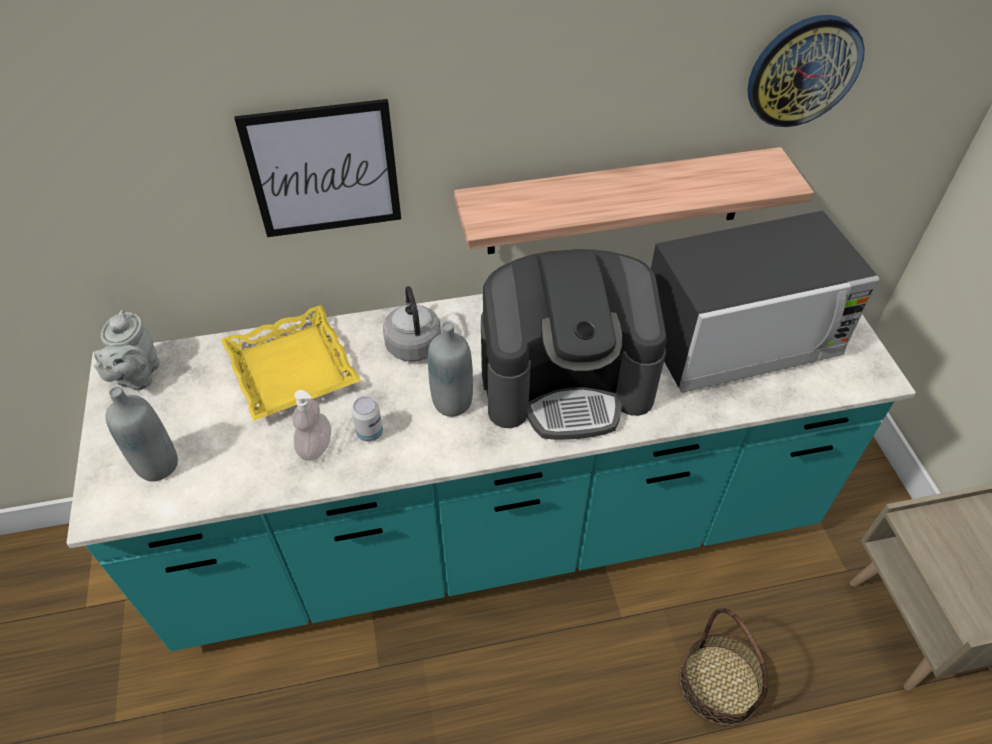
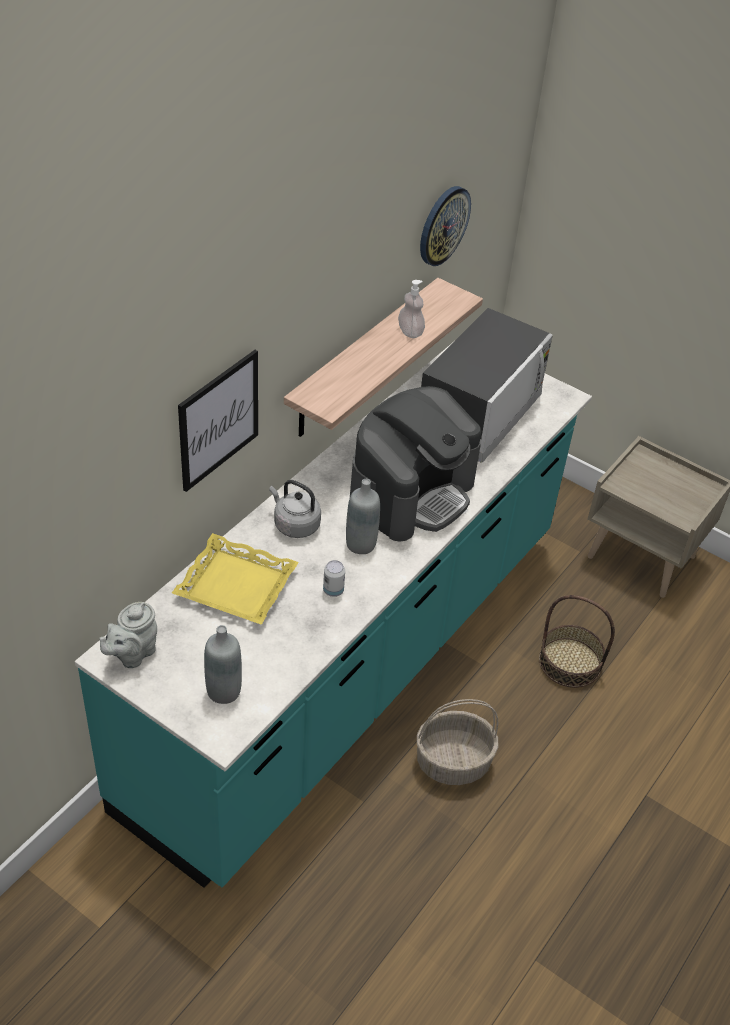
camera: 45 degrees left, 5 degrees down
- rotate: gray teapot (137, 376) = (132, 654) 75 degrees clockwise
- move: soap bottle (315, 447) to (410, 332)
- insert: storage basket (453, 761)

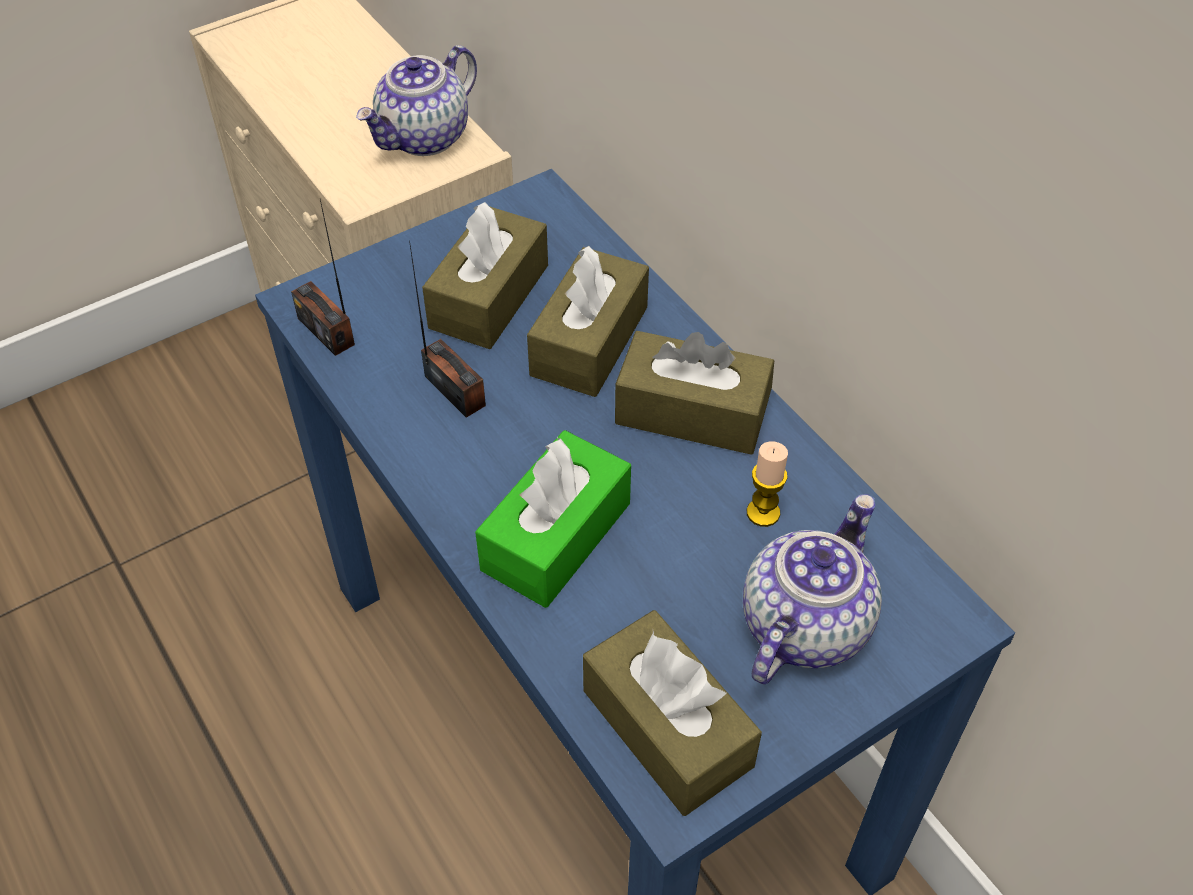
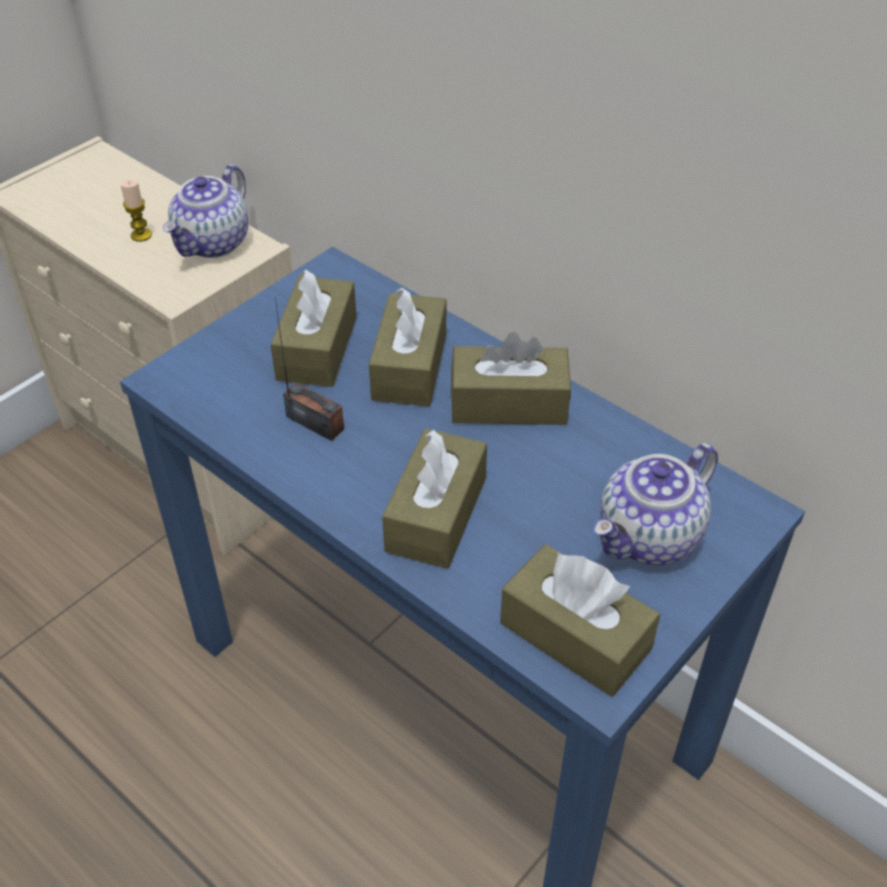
camera: 15 degrees left, 5 degrees down
- delete: radio set (326, 331)
- recolor: greenish box of tissues (556, 536) to brownish box of tissues (436, 514)
- move: wax candle (763, 513) to (141, 235)
- rotate: teapot (803, 624) = (650, 538) 150 degrees counterclockwise

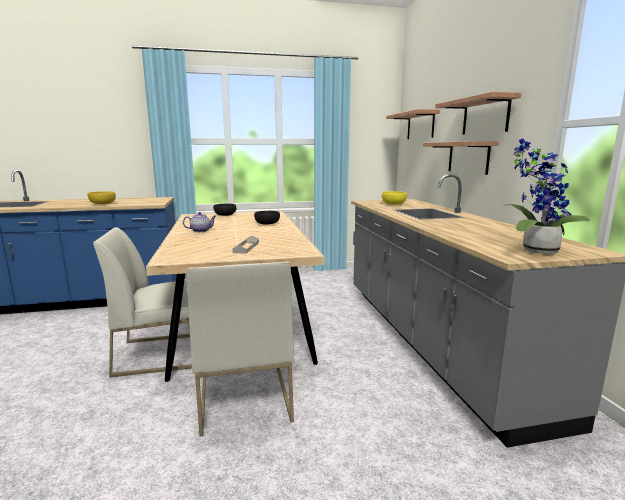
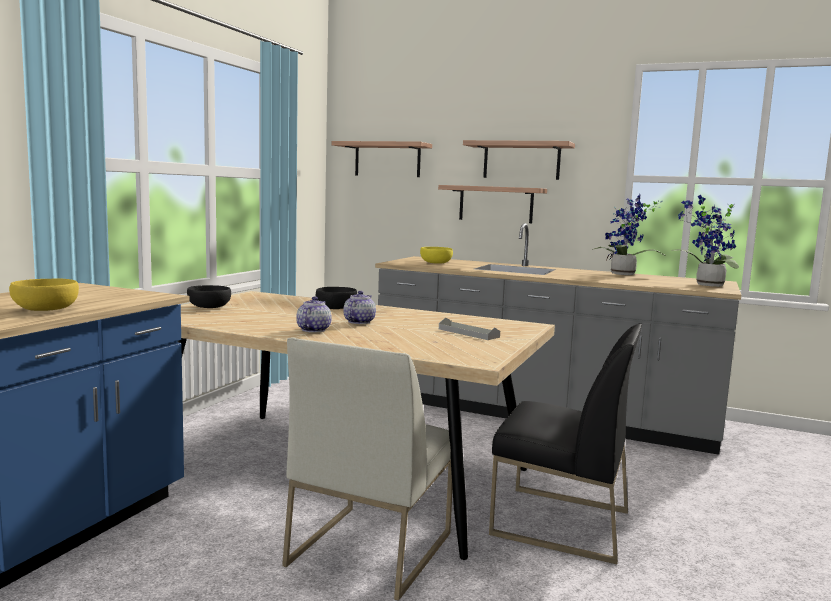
camera: 55 degrees left, 5 degrees down
- recolor: whitish plain chair (243, 398) to black-coloured plain chair (559, 523)
- insert: houseplant (623, 274)
- insert: teapot (359, 322)

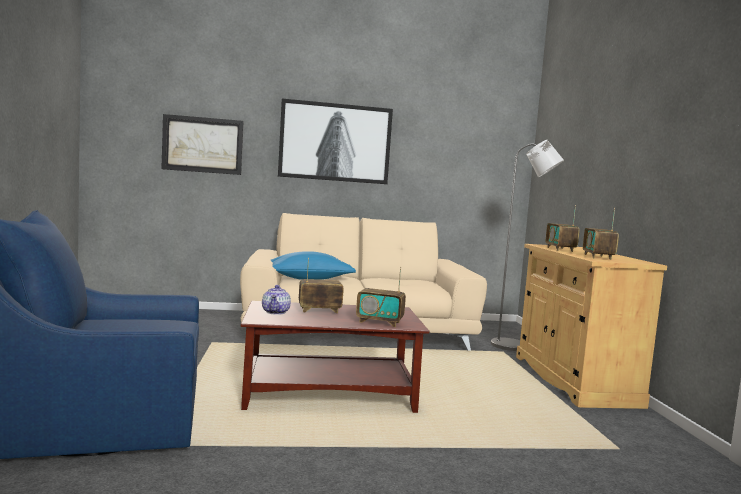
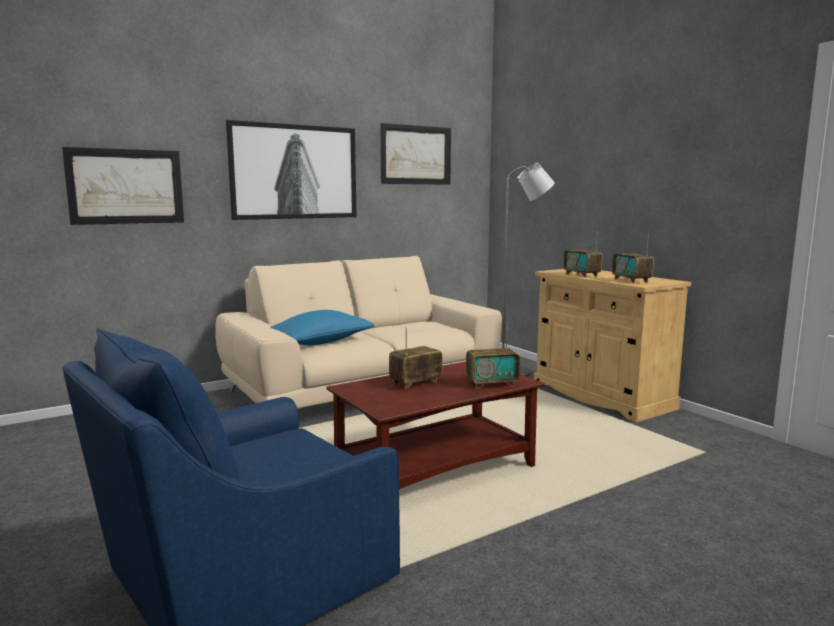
camera: 25 degrees left, 5 degrees up
- delete: teapot (276, 312)
- insert: picture (415, 155)

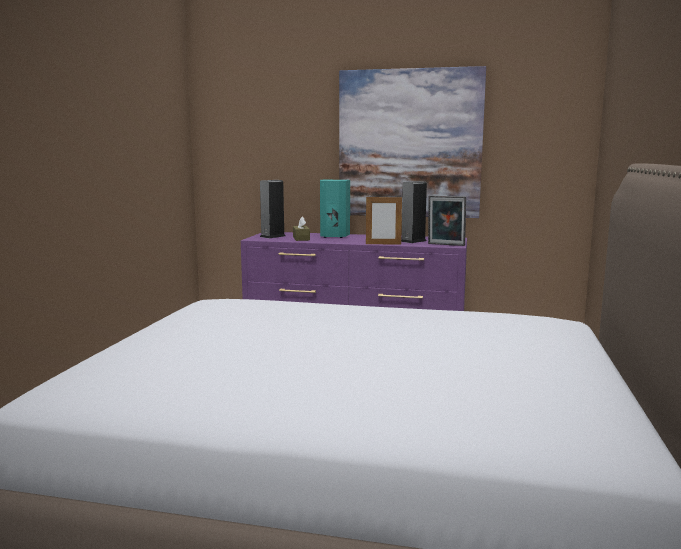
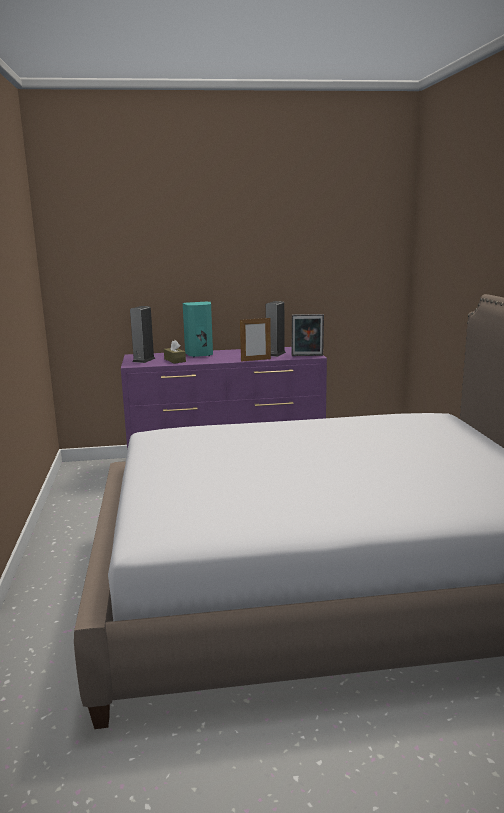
camera: 20 degrees left, 5 degrees up
- delete: picture (409, 144)

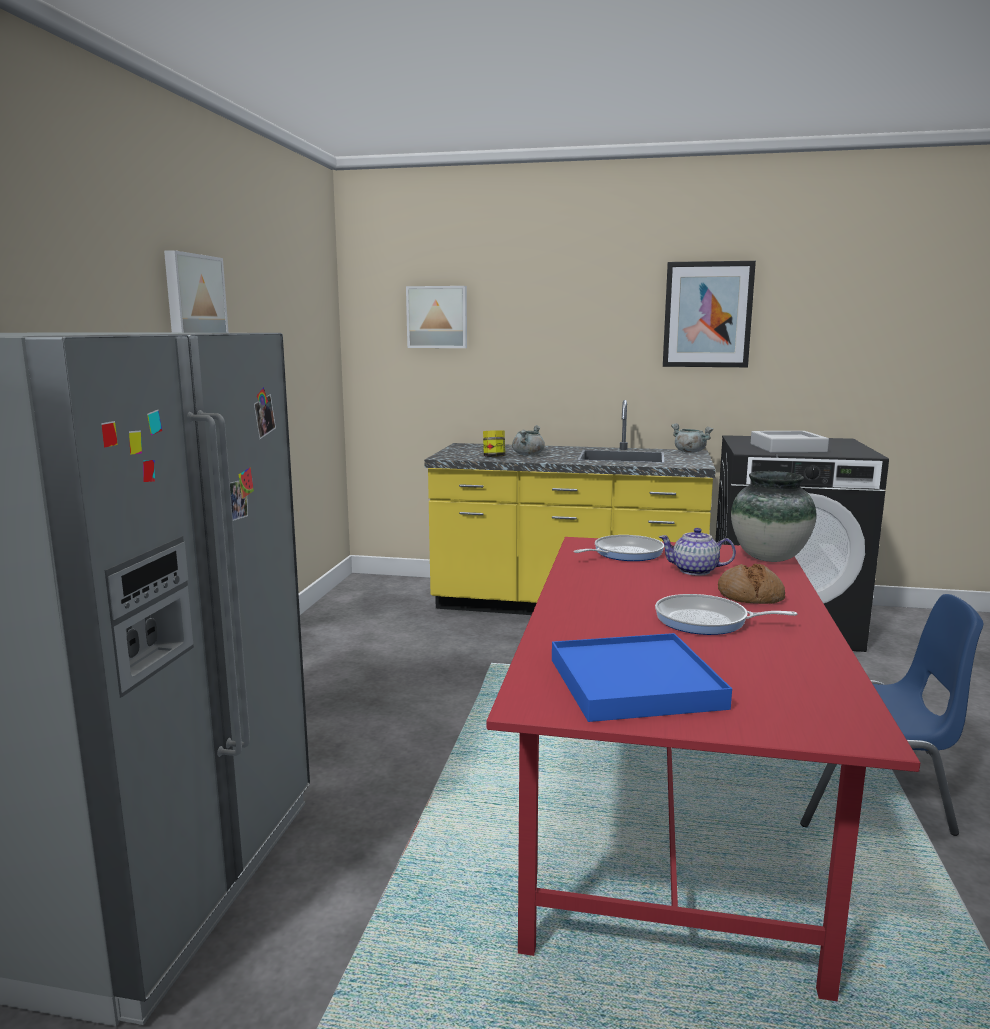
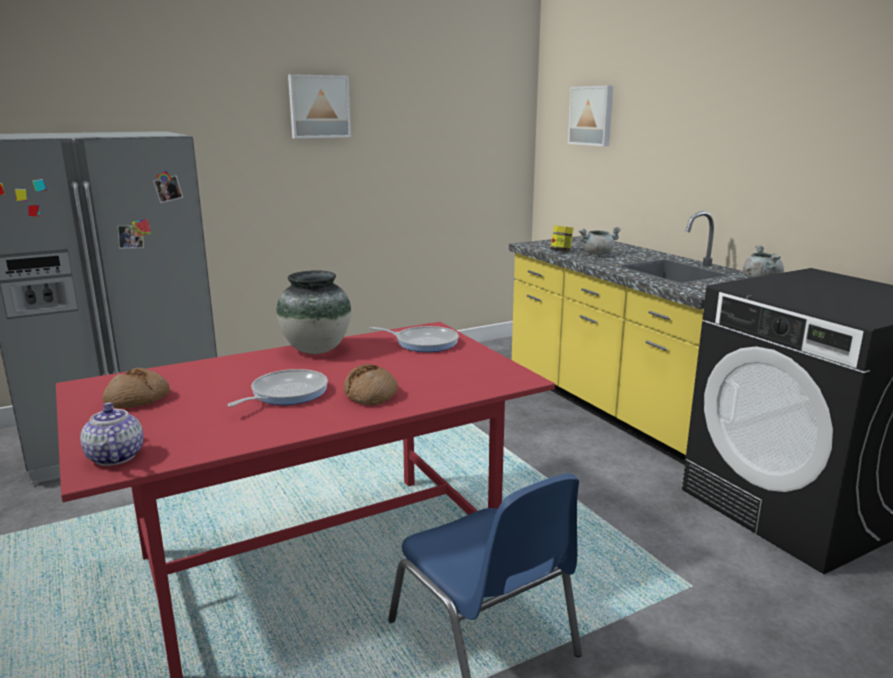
camera: 50 degrees right, 5 degrees up
- delete: picture (707, 315)
- delete: gray tray (787, 448)
- move: vase (768, 558) to (316, 349)
- move: teapot (695, 571) to (114, 457)
- rotate: pan (706, 621) = (286, 394) 60 degrees clockwise
- replace: blue tray (635, 683) to baked bread (137, 399)

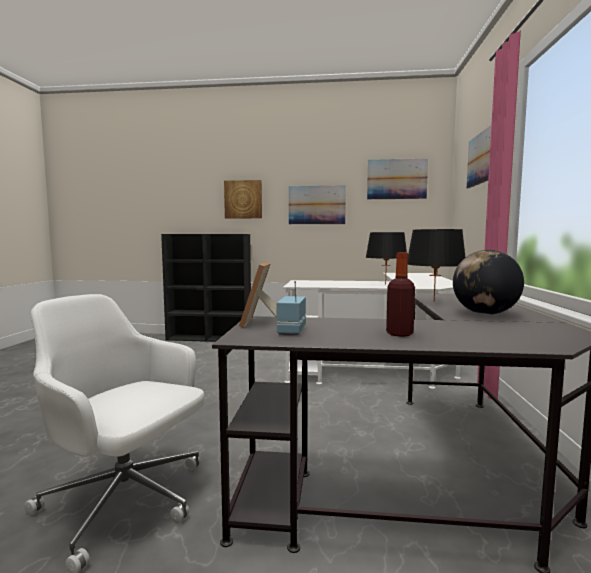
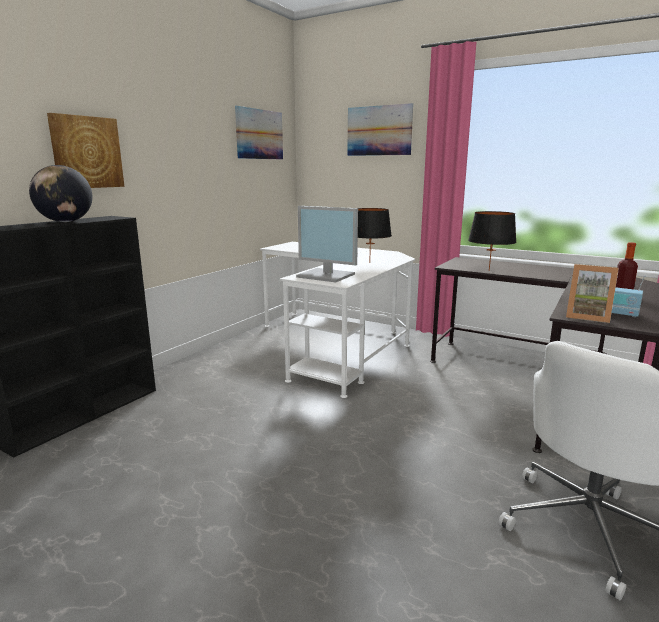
camera: 65 degrees left, 10 degrees up
- delete: picture (317, 205)
- move: world globe (485, 314) to (66, 222)
- insert: computer screen (327, 275)

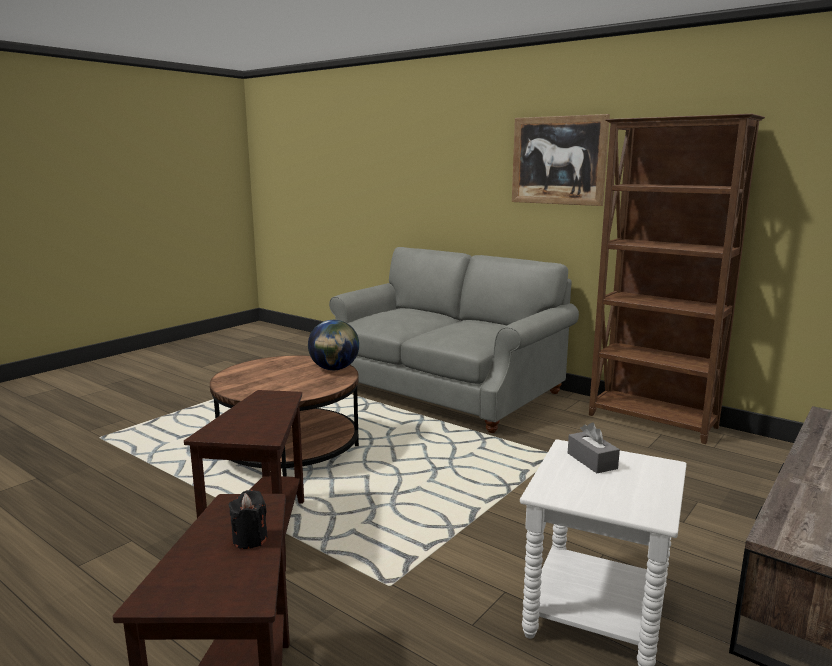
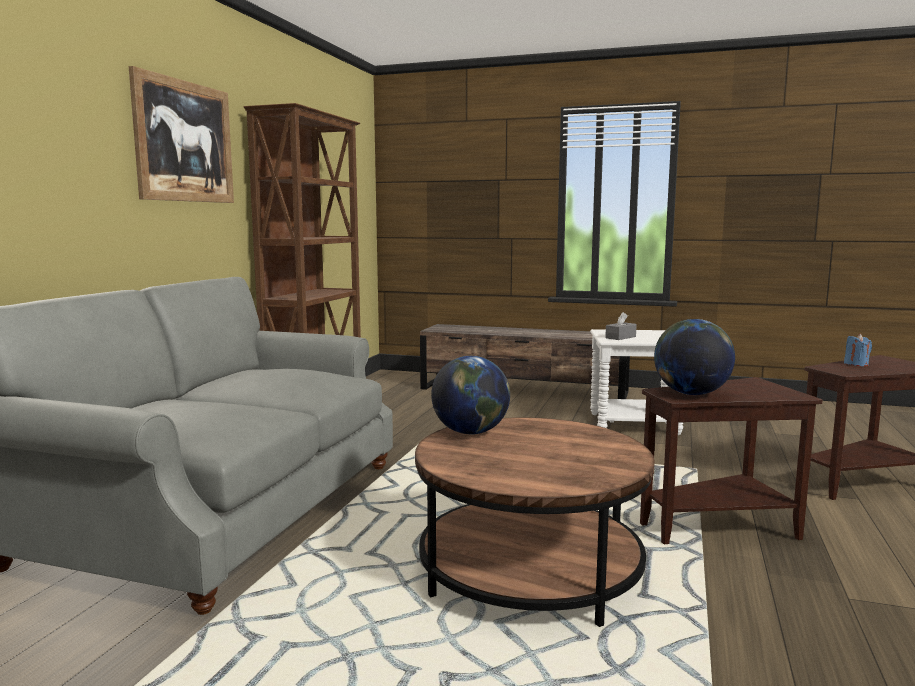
camera: 110 degrees left, 5 degrees down
- recolor: black-coloured wax candle (250, 539) to blue wax candle (856, 364)
- insert: world globe (691, 393)

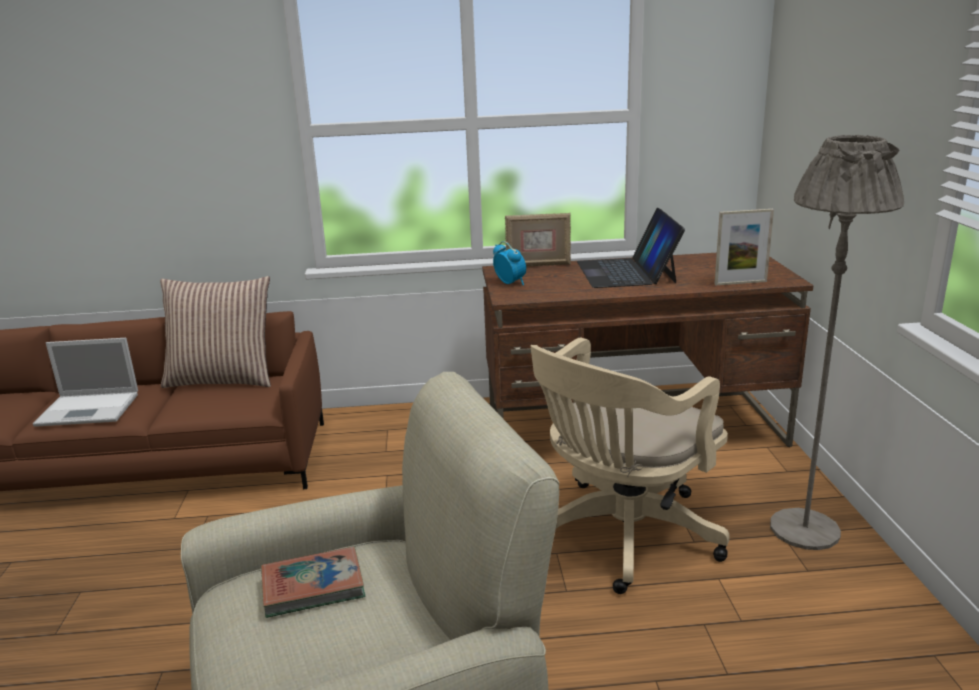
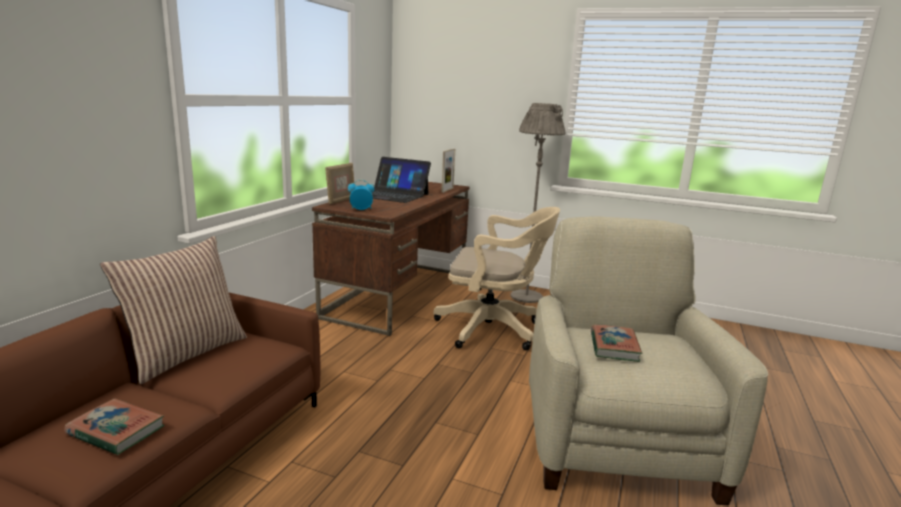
camera: 65 degrees left, 5 degrees down
- replace: laptop (90, 409) to bound book (116, 431)
- rotate: beige office chair (621, 537) = (494, 329) 60 degrees counterclockwise

